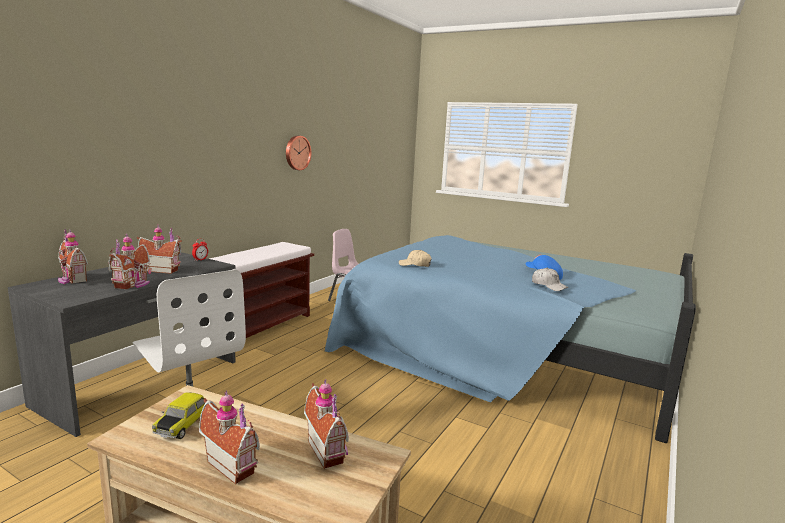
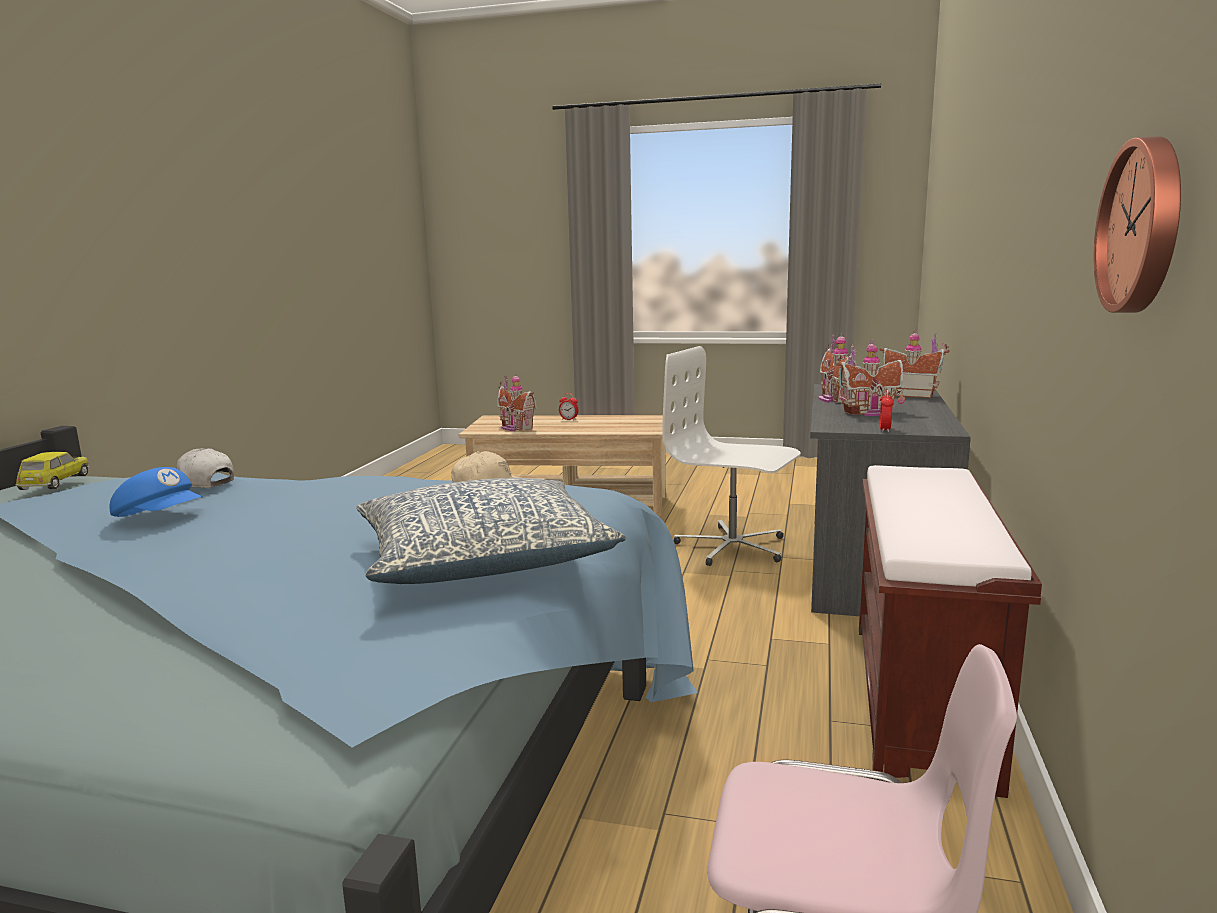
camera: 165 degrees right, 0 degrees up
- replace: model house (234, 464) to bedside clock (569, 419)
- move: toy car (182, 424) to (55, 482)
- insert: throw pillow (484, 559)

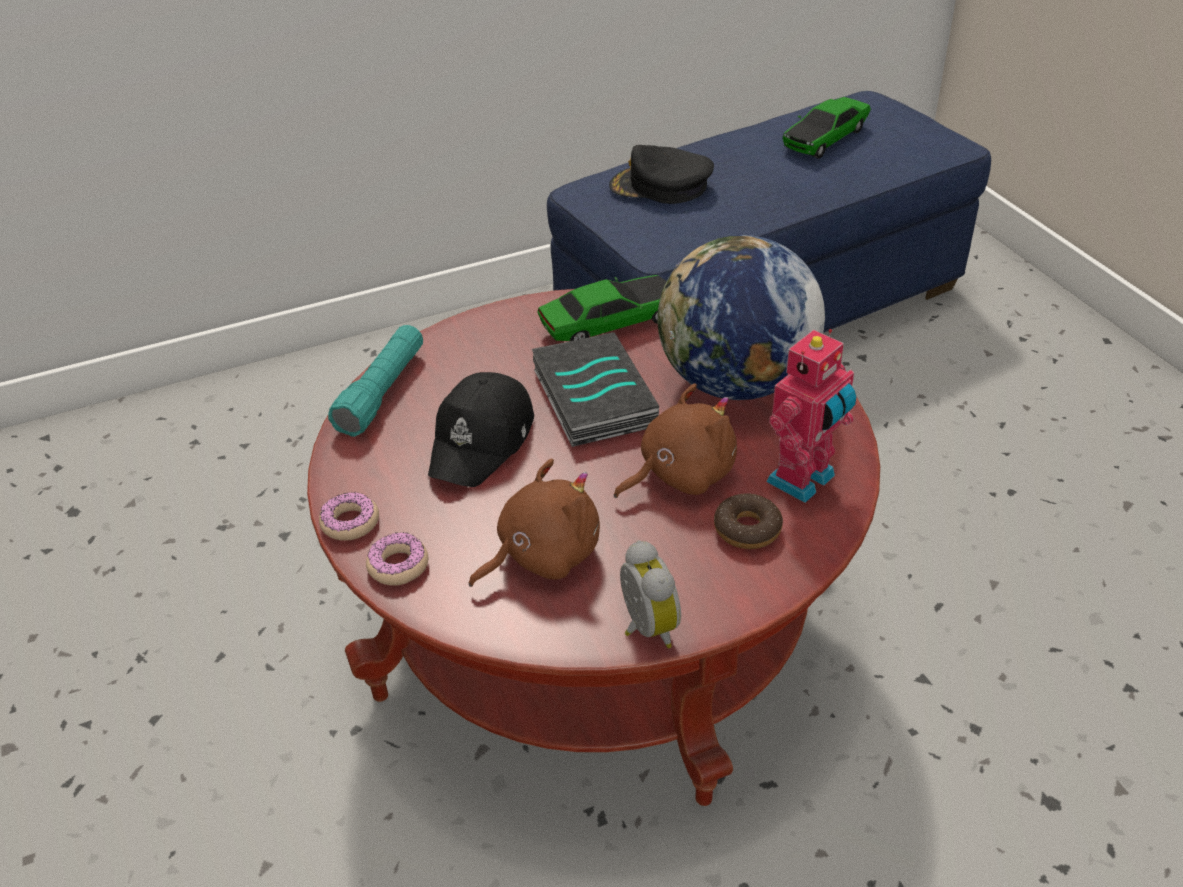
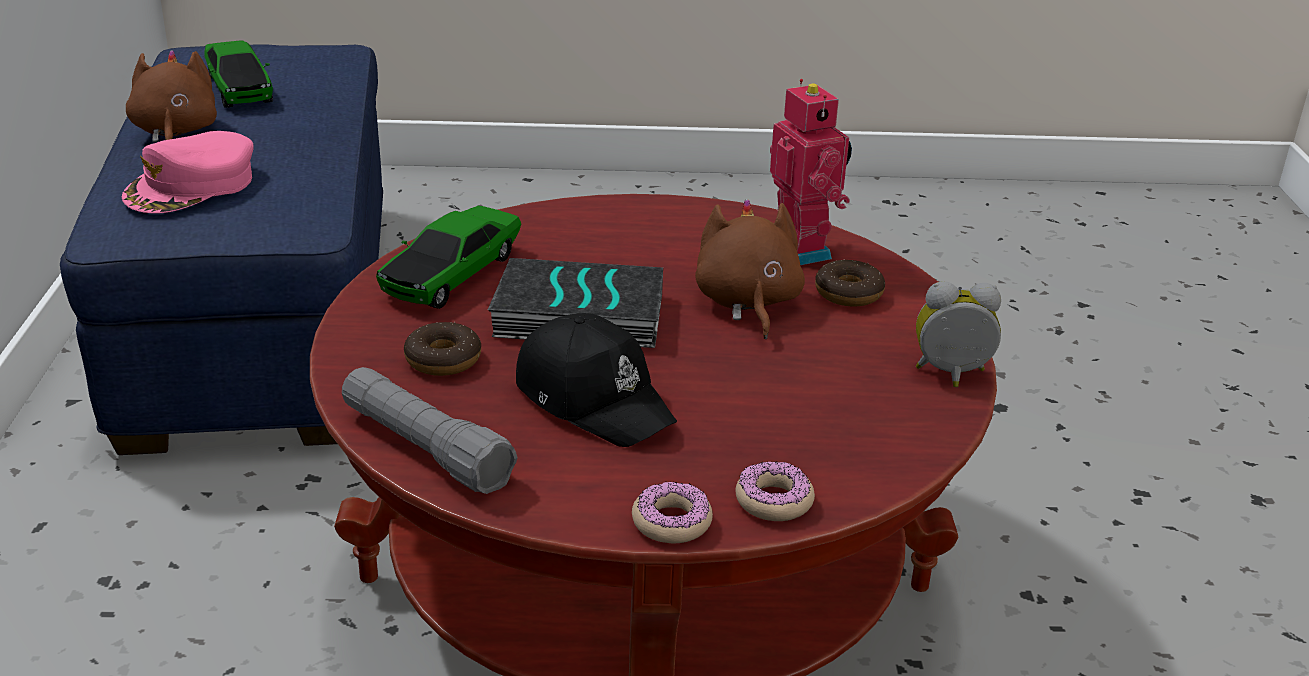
camera: 70 degrees left, 10 degrees down
- recolor: black-coloured cap (660, 186) to pinkish cap (192, 186)
- delete: world globe (735, 383)
- rotate: toy car (608, 323) = (452, 274) 150 degrees counterclockwise
- recolor: turquoise torch (382, 392) to gray torch (425, 449)
- move: brownish plush toy (542, 555) to (174, 132)
- insert: ring doughnut (443, 359)

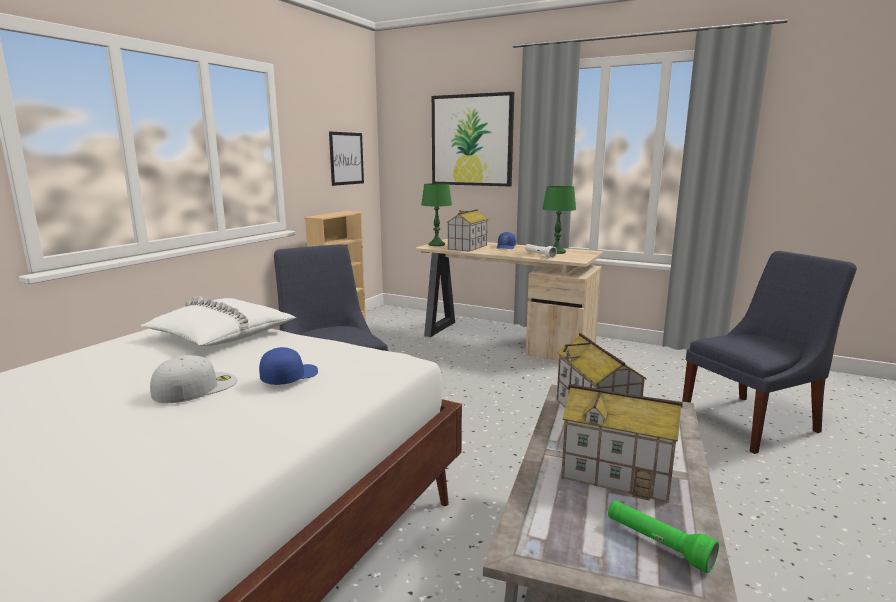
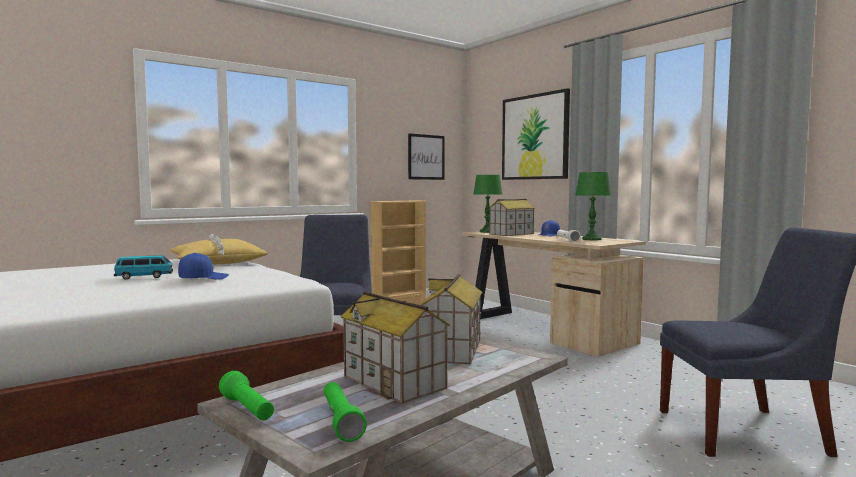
camera: 25 degrees right, 10 degrees down
- recolor: whitish throw pillow (220, 335) to yellow throw pillow (217, 262)
- replace: whitish cap (196, 387) to toy car (144, 277)
- insert: greenish torch (248, 410)

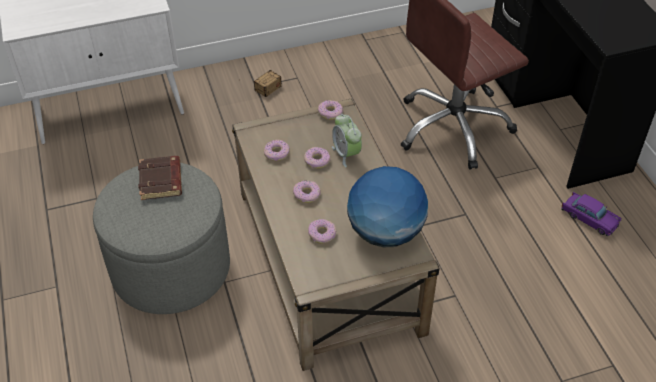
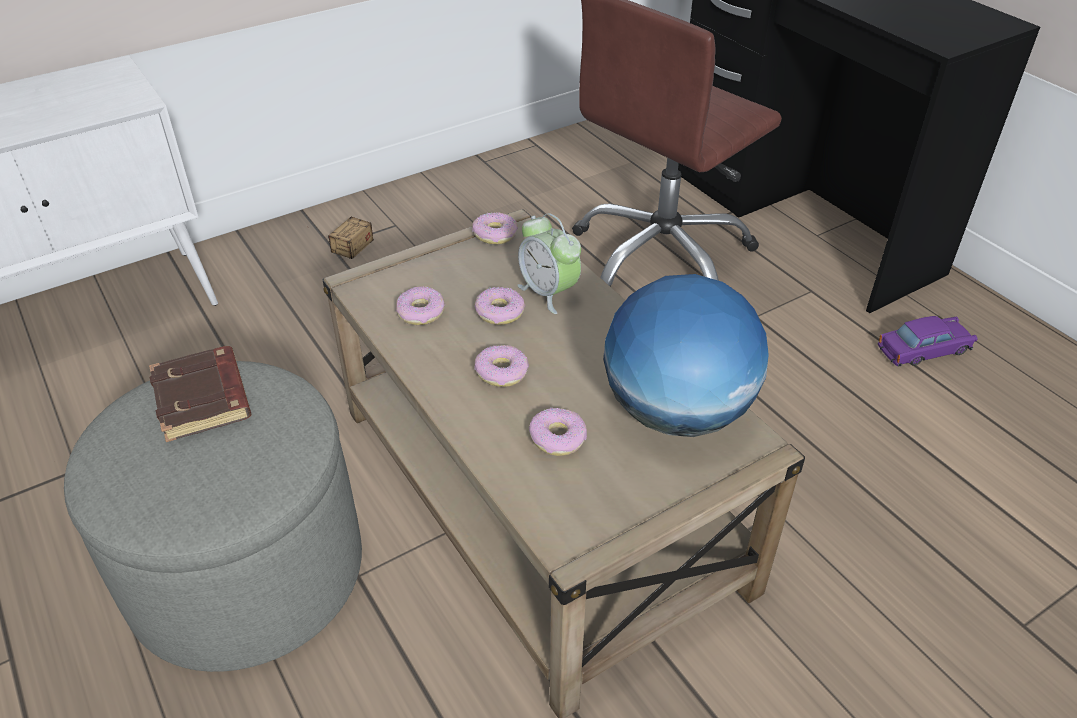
camera: 15 degrees left, 5 degrees down
- rotate: purplish toy car (589, 218) = (923, 350) 45 degrees counterclockwise

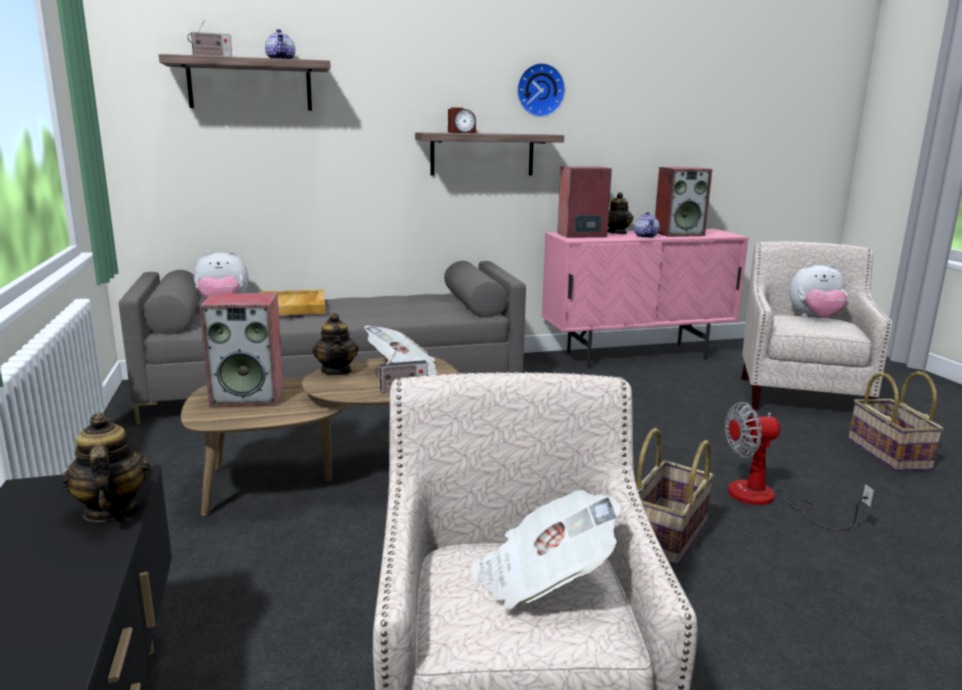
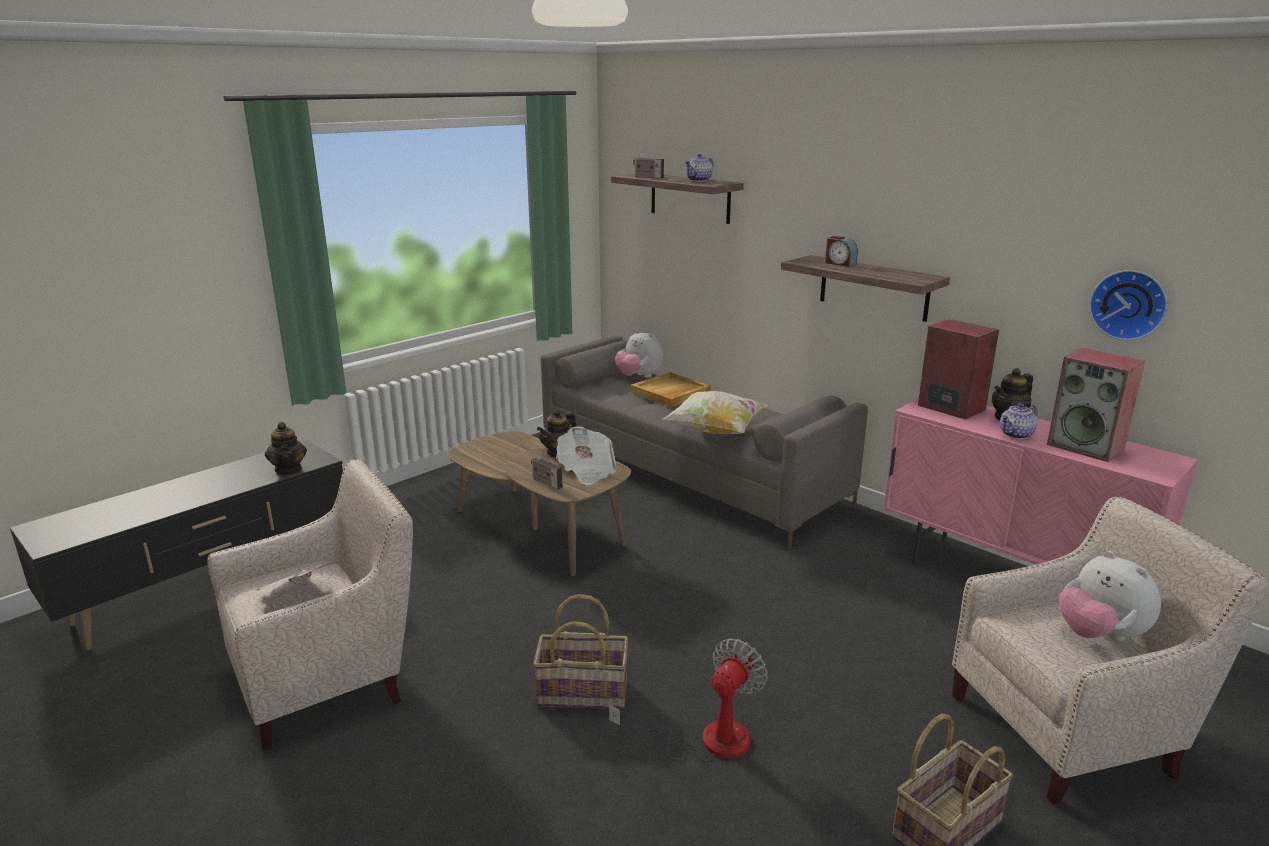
camera: 60 degrees right, 5 degrees up
- move: hanging clock (539, 90) to (1129, 304)
- delete: audio speaker (249, 397)
- rotate: cooling fan (768, 500) = (707, 741) 75 degrees clockwise
- rotate: teapot (111, 509) = (289, 469) 120 degrees clockwise
- insert: throw pillow (715, 431)

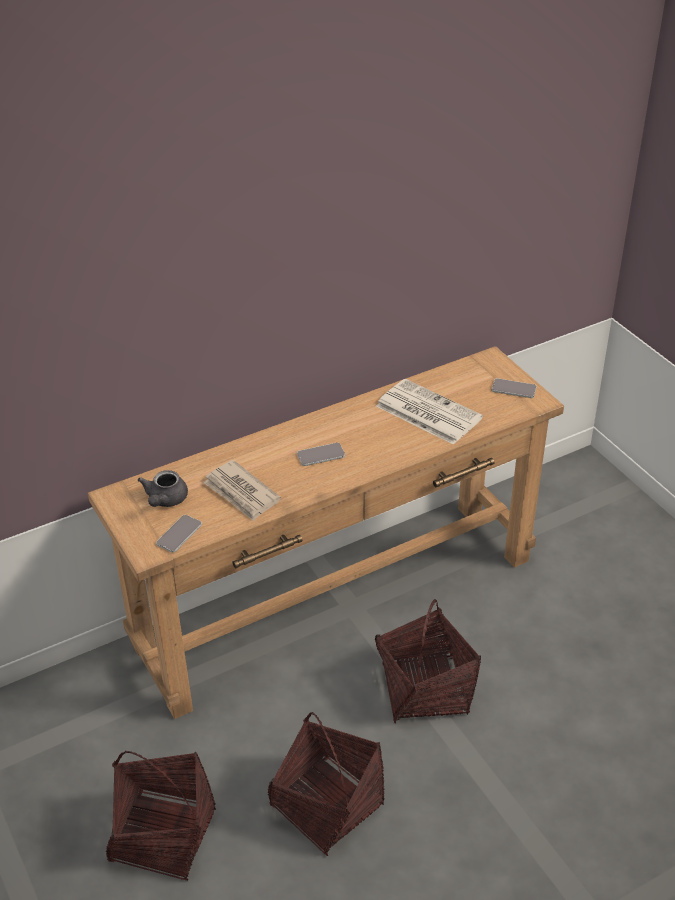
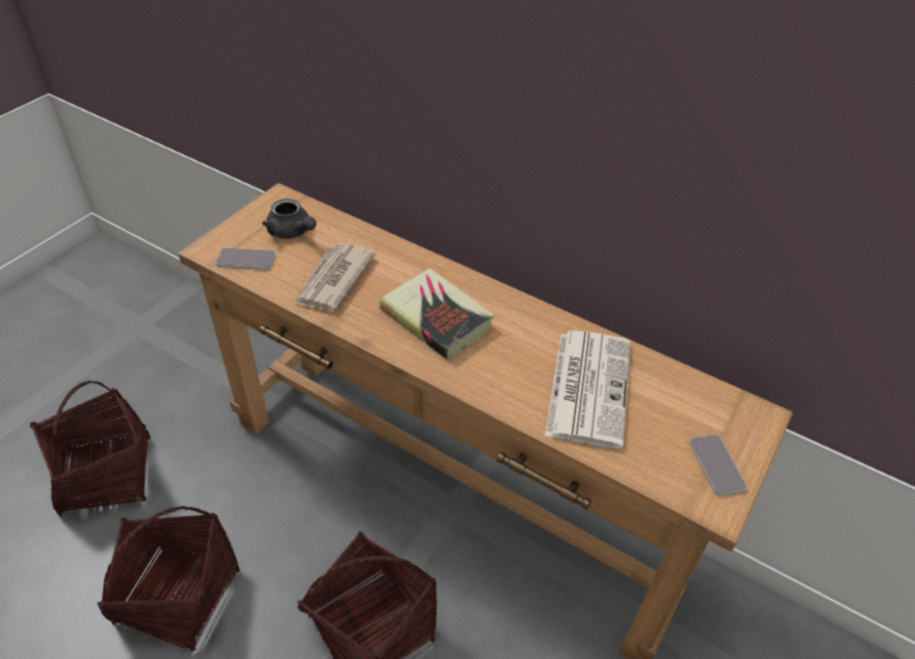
camera: 60 degrees right, 5 degrees up
- replace: phone (321, 455) to bound book (436, 318)
- rotate: gray teapot (165, 500) = (292, 232) 120 degrees counterclockwise

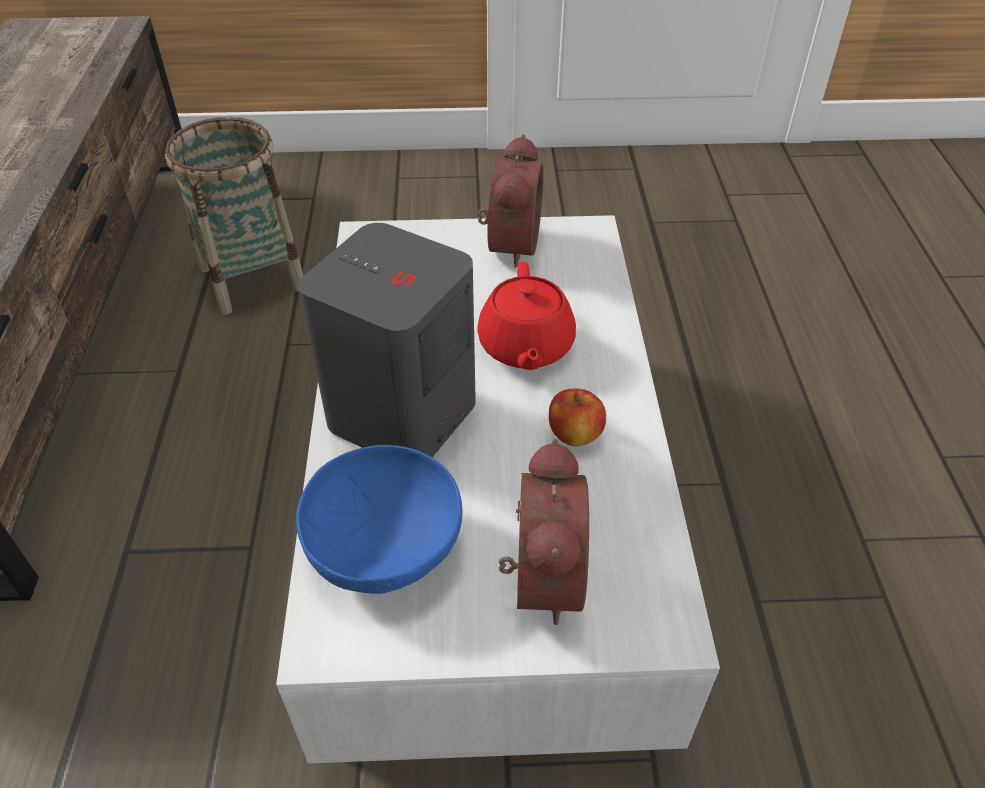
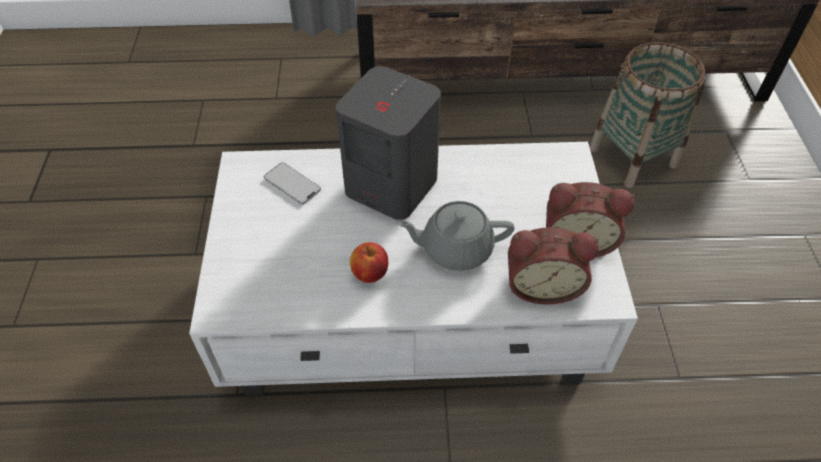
camera: 90 degrees right, 5 degrees up
- recolor: red-coloured teapot (525, 347) to gray teapot (455, 248)
- move: bedside clock (539, 577) to (542, 285)
- replace: blue bowl (386, 548) to phone (292, 184)

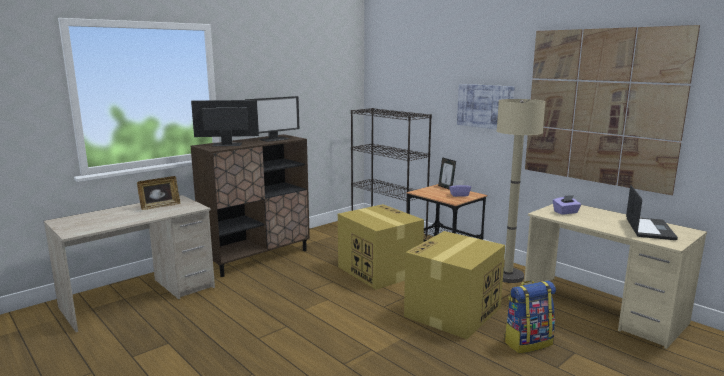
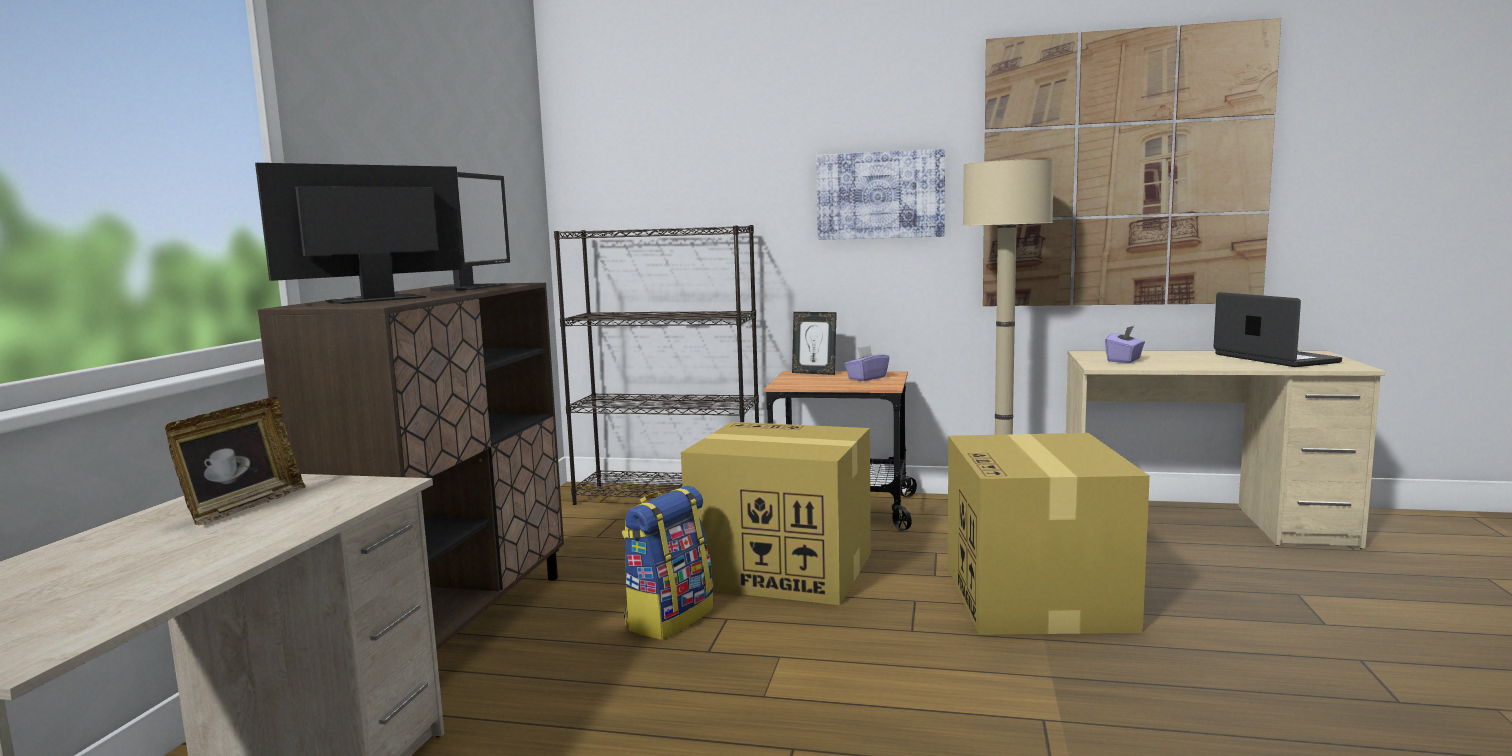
camera: 35 degrees left, 5 degrees down
- move: knapsack (527, 342) to (669, 618)

